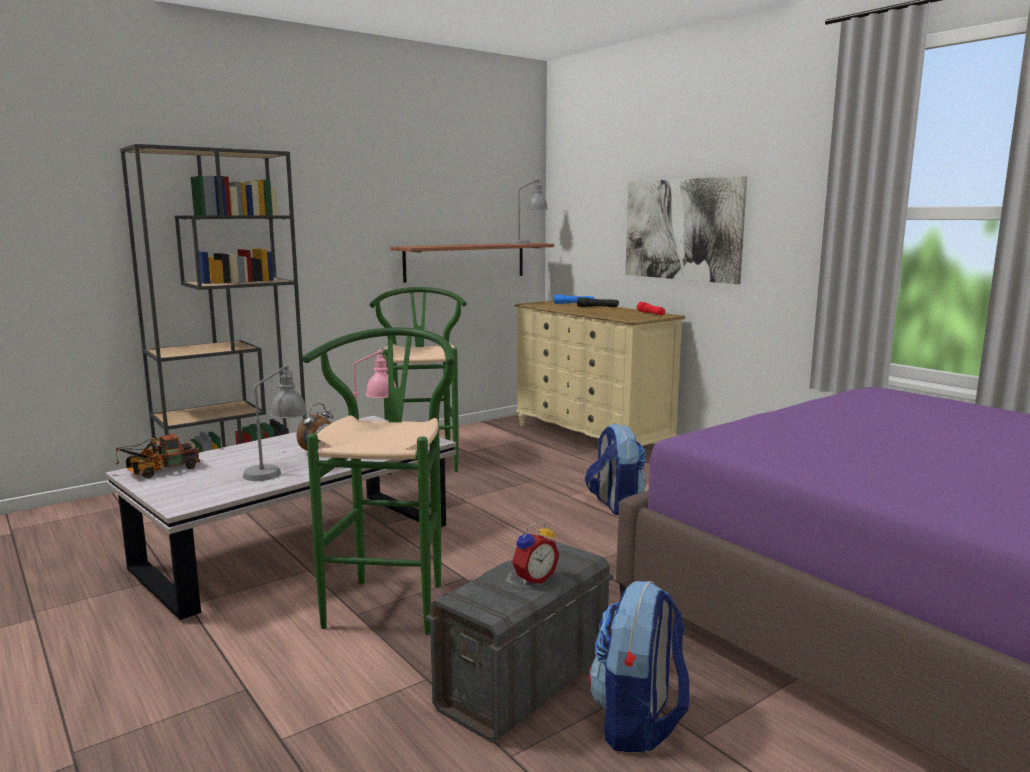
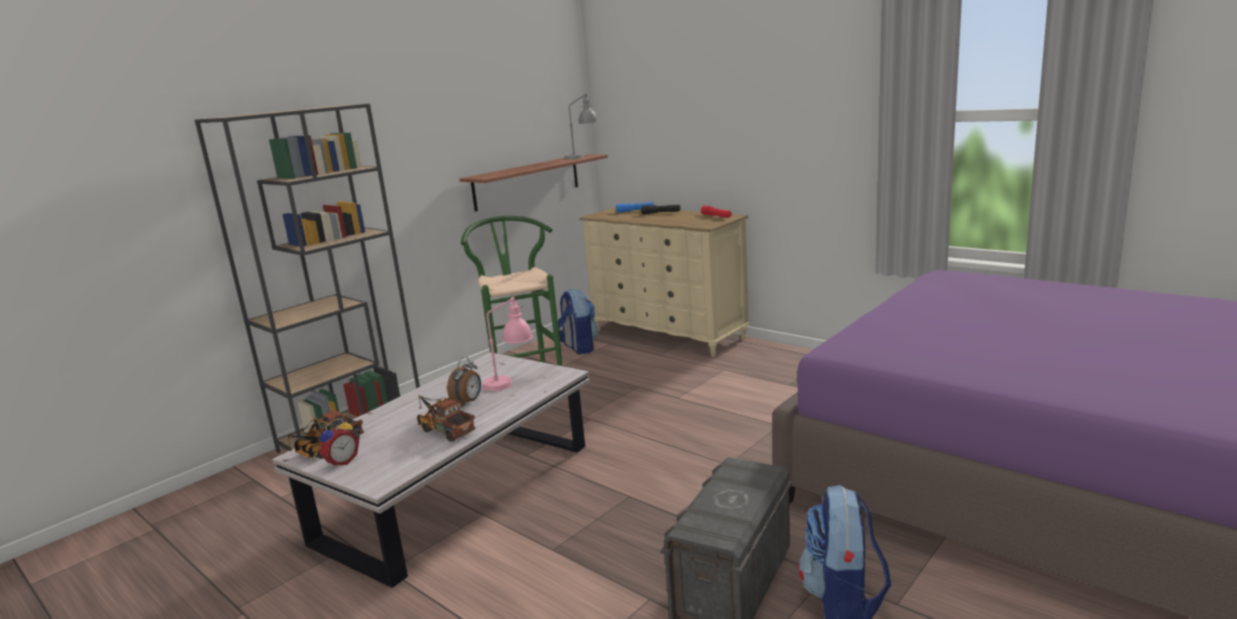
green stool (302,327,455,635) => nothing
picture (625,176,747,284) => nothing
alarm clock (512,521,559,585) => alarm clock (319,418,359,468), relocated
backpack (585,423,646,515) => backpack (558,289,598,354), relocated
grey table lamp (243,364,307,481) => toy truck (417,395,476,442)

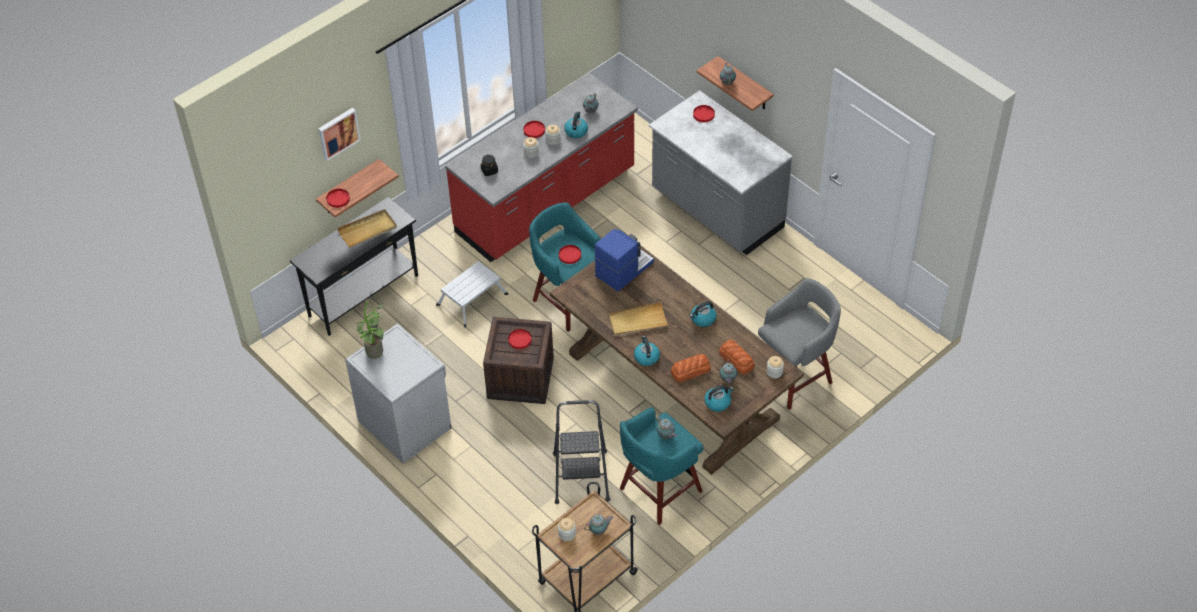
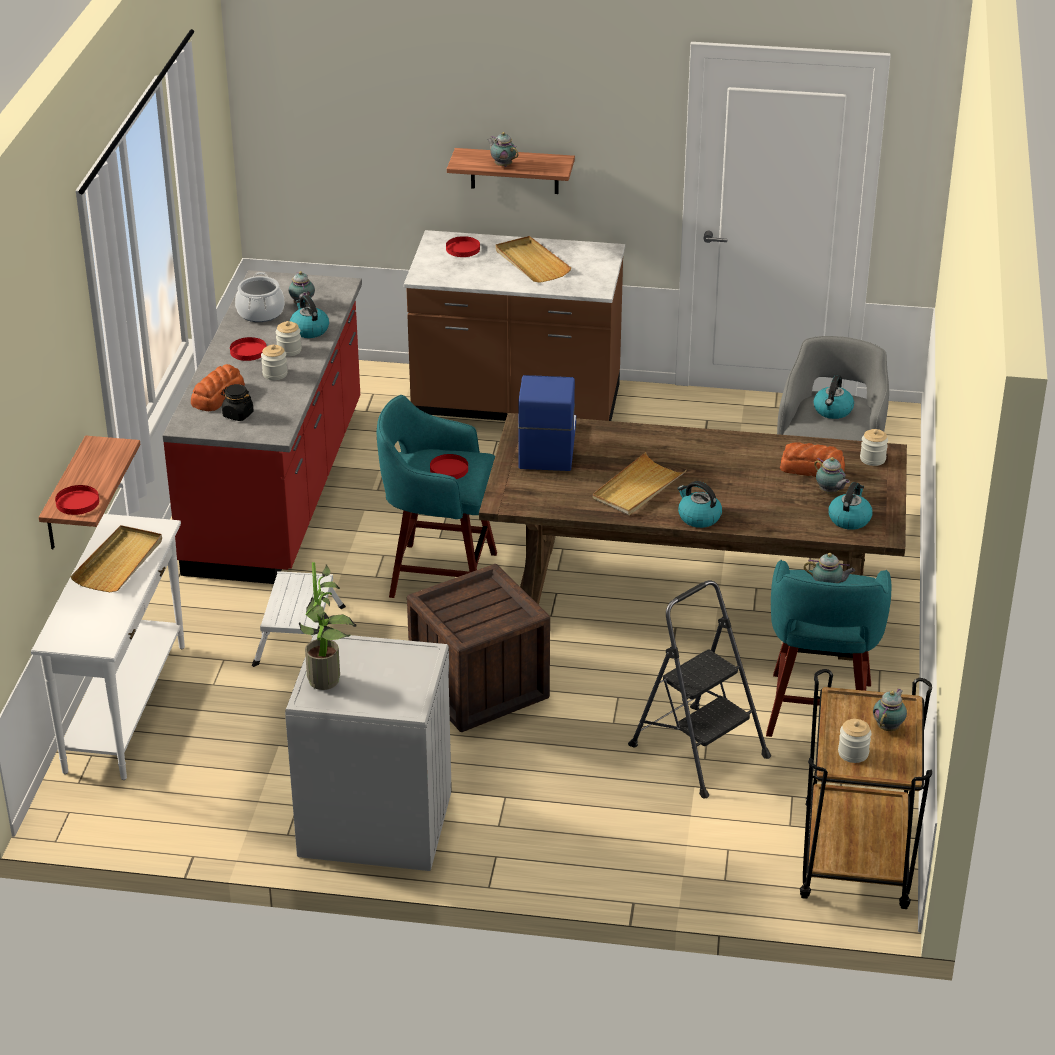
picture (318,108,361,161) => nothing
red plate (508,329,531,349) => nothing
nothing => cooking pot (235,272,284,322)
nothing => beige tray (495,236,571,283)
bread (671,354,711,382) => bread (191,364,245,411), relocated
kettle (689,301,717,327) => kettle (813,375,854,419), relocated
black console table (290,197,418,336) => white console table (31,514,185,780)
grey counter (649,90,793,255) => brown counter (404,230,625,421)

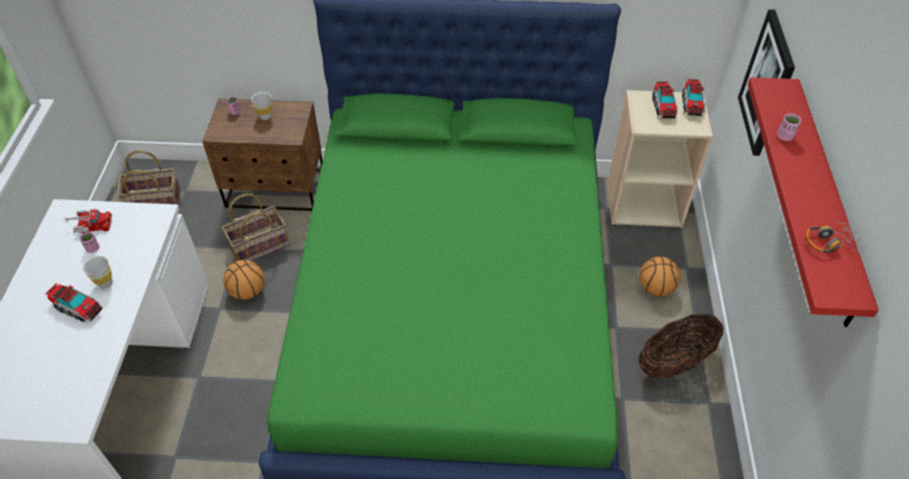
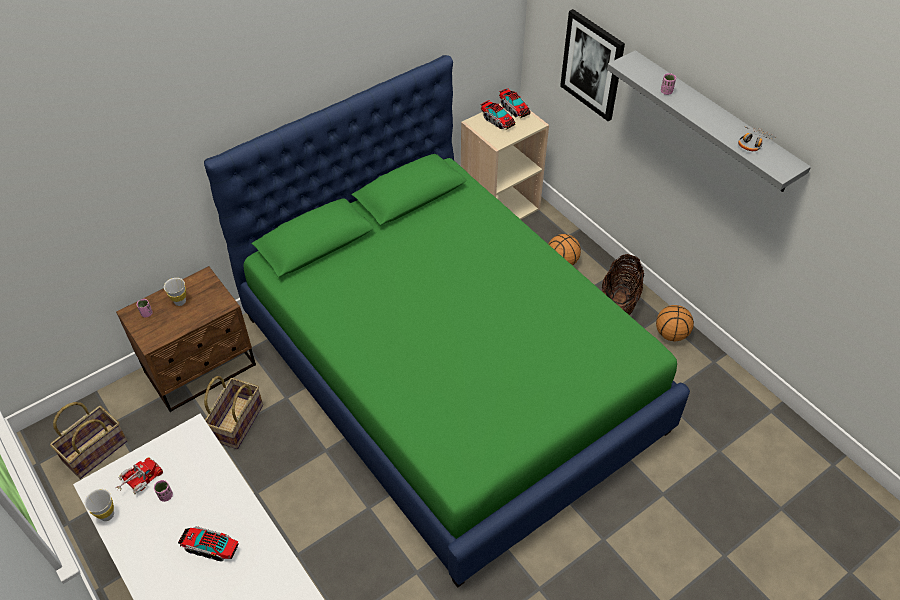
white cup (82,256,112,289) => white cup (84,489,114,521), relocated
basketball (223,260,264,300) => basketball (656,305,694,341), relocated
red shelf (748,77,879,327) => grey shelf (607,50,811,192)
toy truck (45,283,103,322) => toy truck (178,526,239,561), 150 degrees counterclockwise

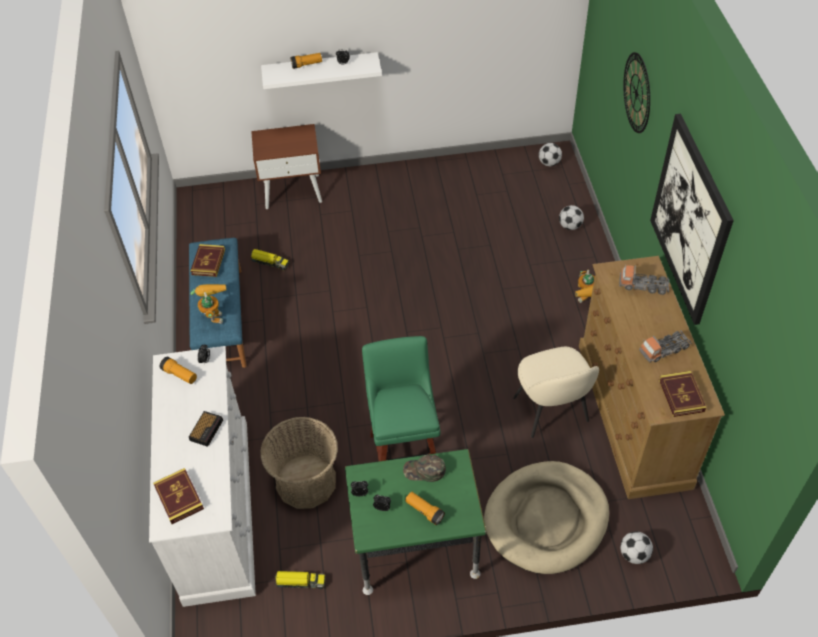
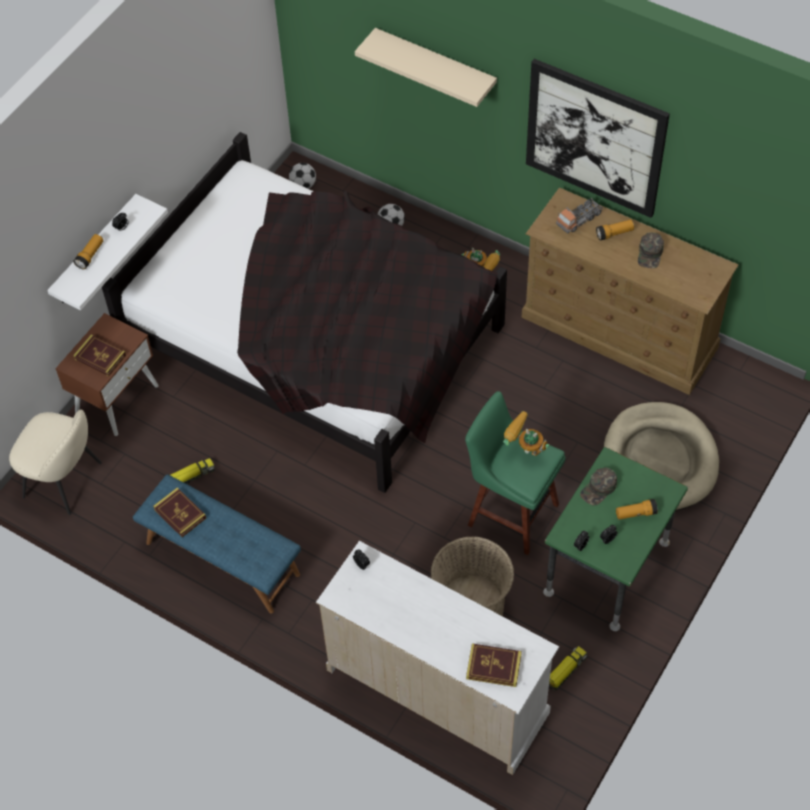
alarm clock (189,411,223,447) => nothing
football (620,531,653,564) => nothing
nothing => black bed (102,132,507,493)
flashlight (160,357,197,384) => flashlight (596,220,634,241), relocated
toy robot (190,284,227,324) => toy robot (503,411,549,456), relocated
beige chair (513,347,599,438) => beige chair (9,409,102,515), relocated
book (659,371,706,417) => book (73,335,126,377), relocated
wall clock (623,52,650,133) => beige shelf (355,28,497,107)
toy truck (639,330,692,363) => green cap (638,232,664,268)

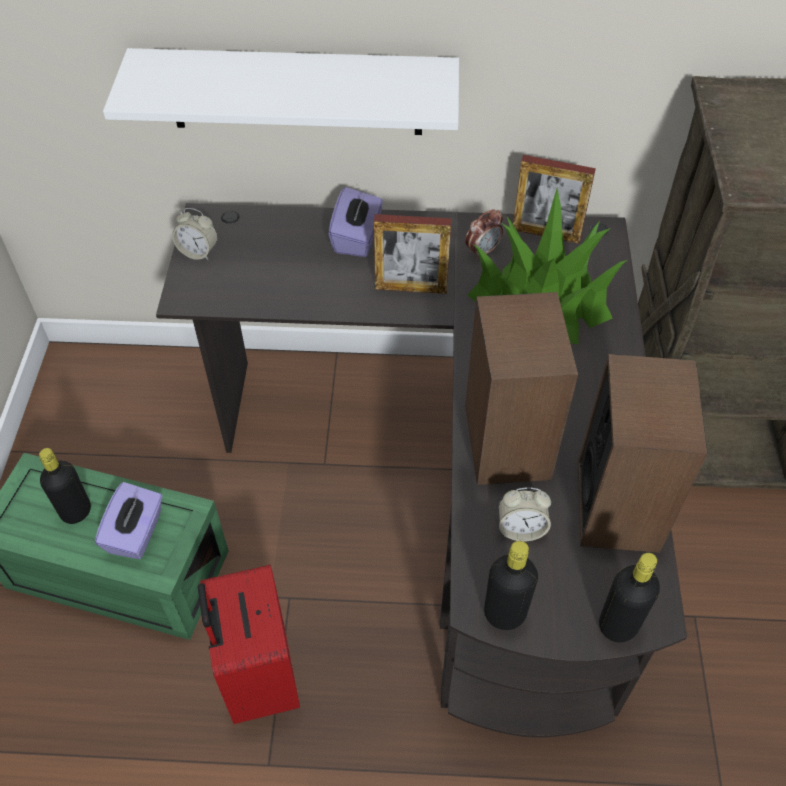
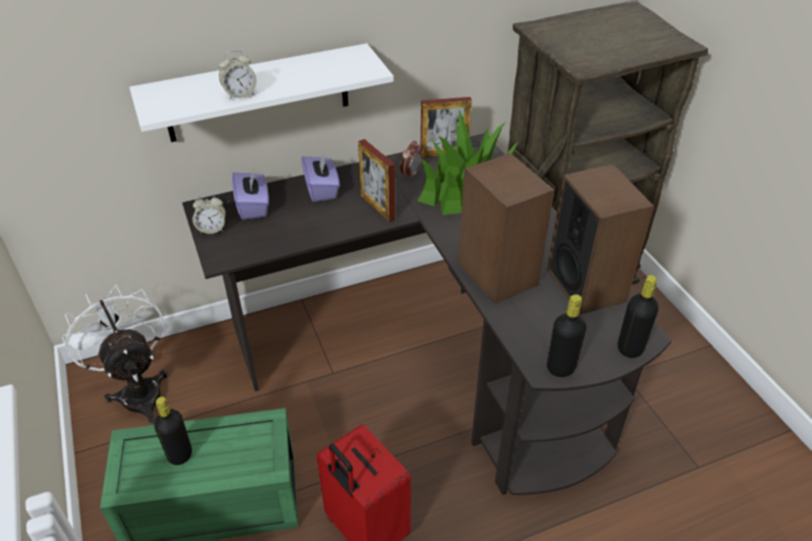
nothing => white fan (62,285,168,424)
purple tissue box (95,482,163,559) => purple tissue box (232,171,269,220), relocated
alarm clock (499,487,551,542) => alarm clock (219,50,257,99), relocated
picture frame (374,214,452,294) => picture frame (358,139,395,222), 75 degrees clockwise

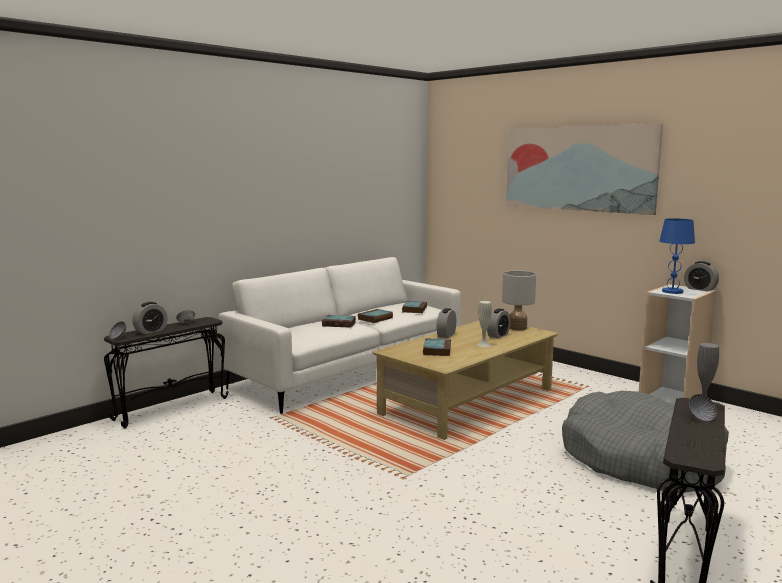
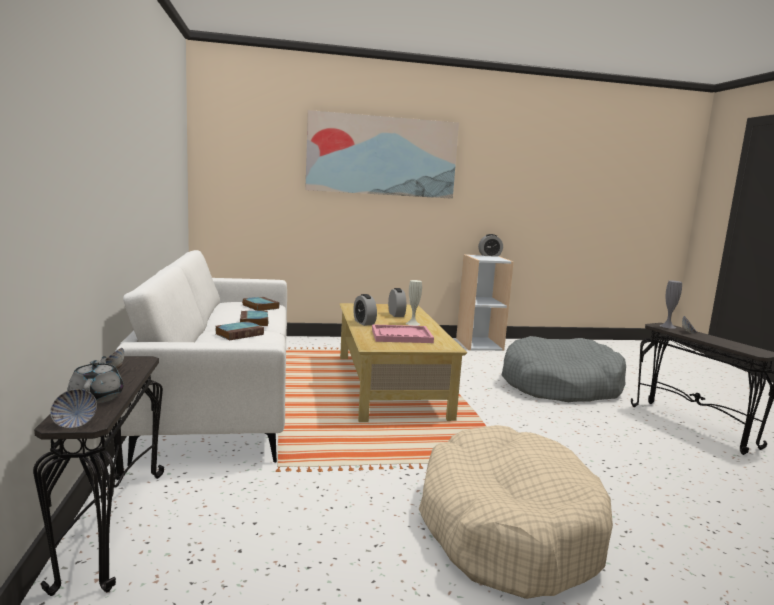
grey table lamp (502,270,536,330) => nothing
blue table lamp (659,218,695,294) => nothing
nothing => beige dog bed (419,425,613,599)
alarm clock (132,302,168,334) => grey teapot (68,356,123,404)
book (423,338,451,356) => pink tray (372,324,434,343)

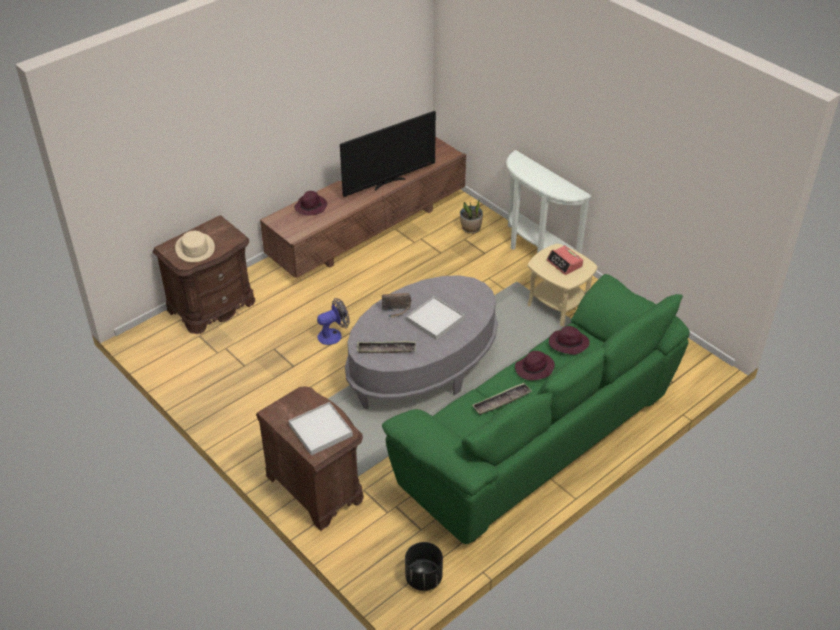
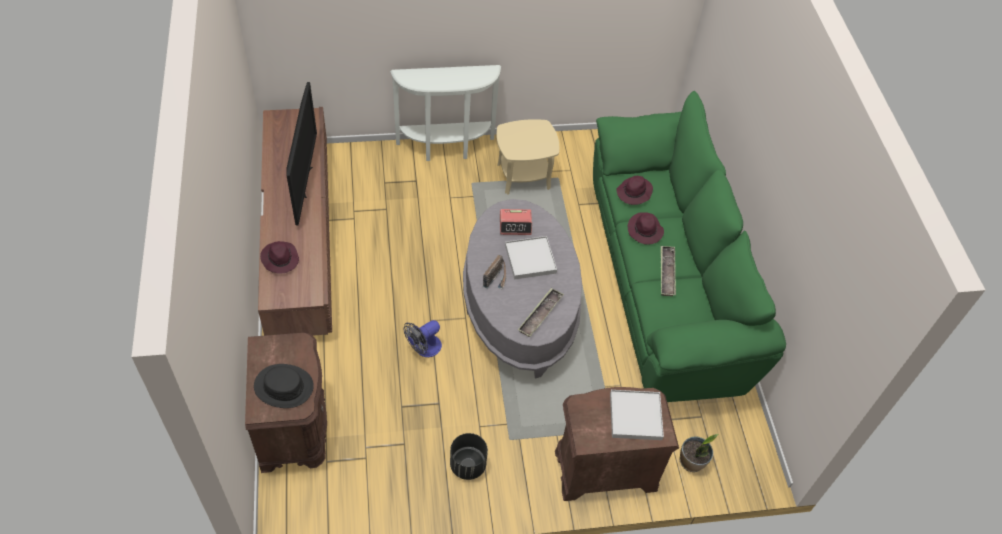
black planter (405,542,443,591) => black planter (450,433,488,480), relocated
potted plant (460,199,483,234) => potted plant (680,434,718,472), relocated
alarm clock (546,245,583,275) => alarm clock (500,209,532,235), relocated
beige hat (175,231,215,262) => black hat (254,364,314,408)
fan (317,298,350,345) => fan (404,320,442,357), 135 degrees counterclockwise

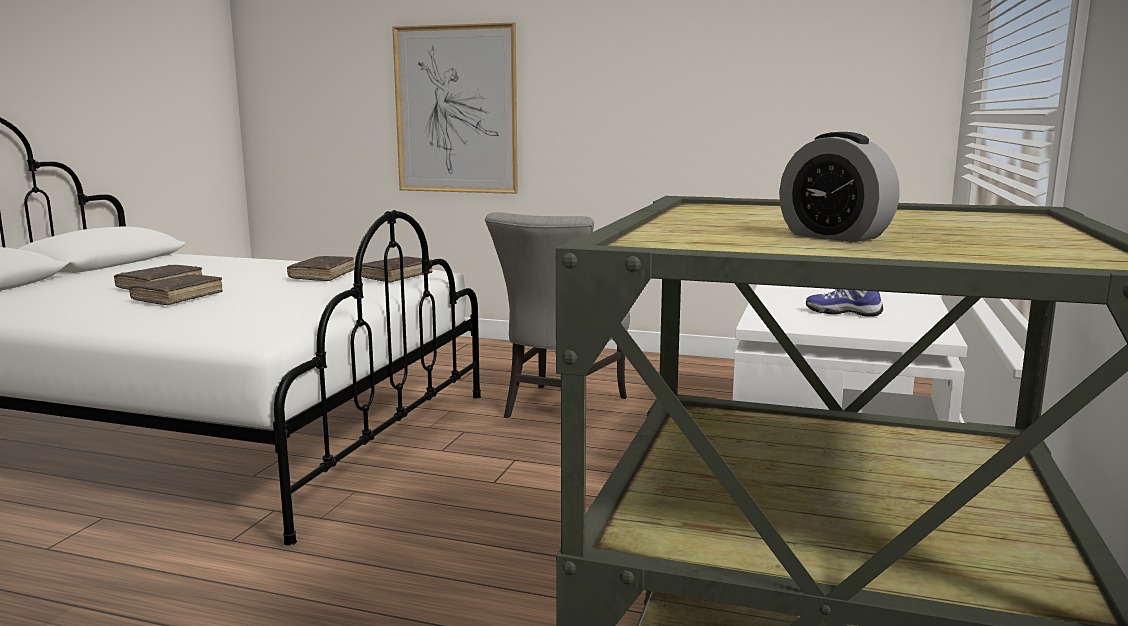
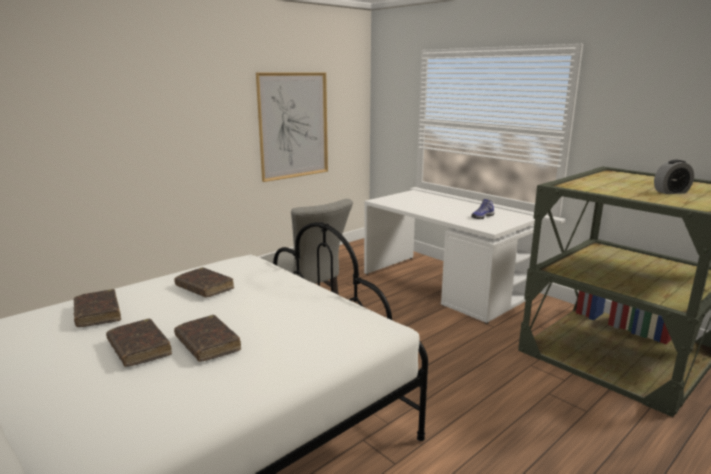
brown book (361,257,432,282) => brown book (74,289,121,327), relocated
picture (392,22,518,194) => picture (256,73,328,182), relocated

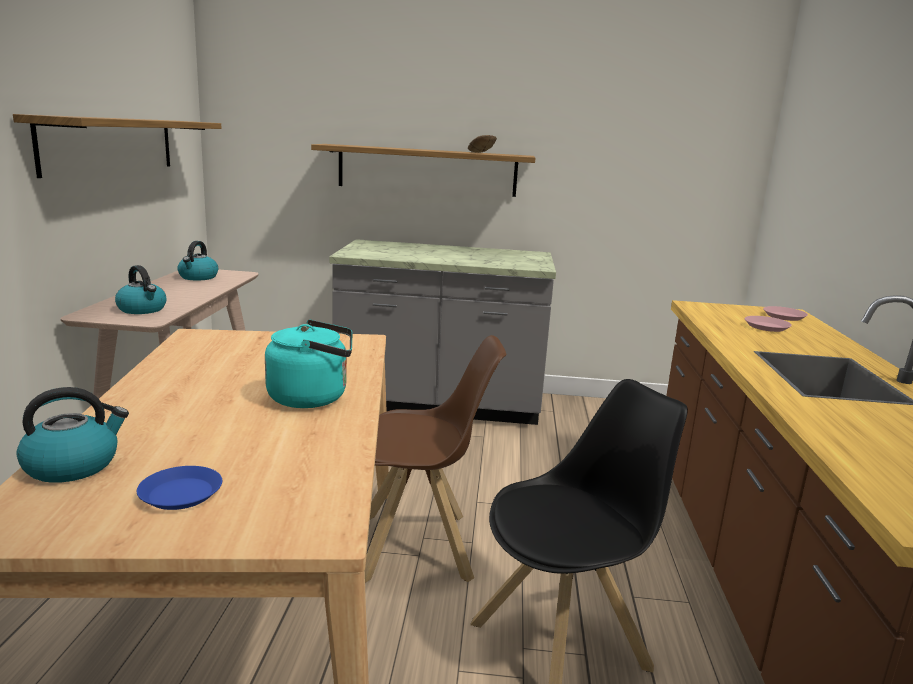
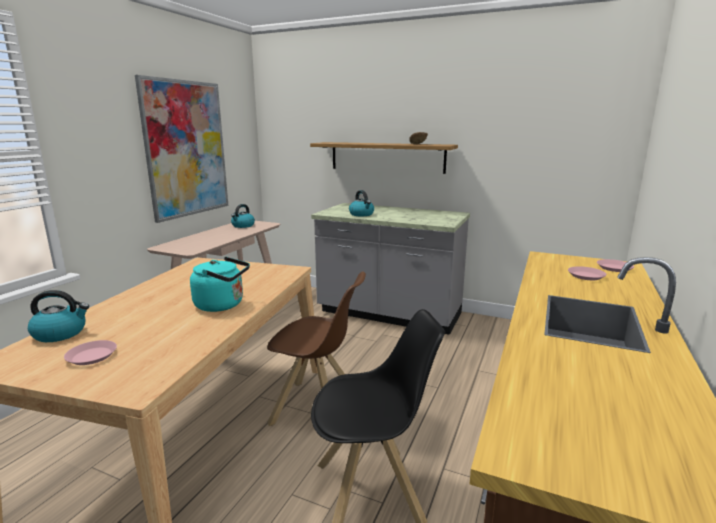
kettle (115,265,167,314) => kettle (349,190,374,216), relocated
shelf (13,114,222,178) => picture (135,75,228,223)
blue plate (137,466,222,510) => pink plate (64,340,117,365)

